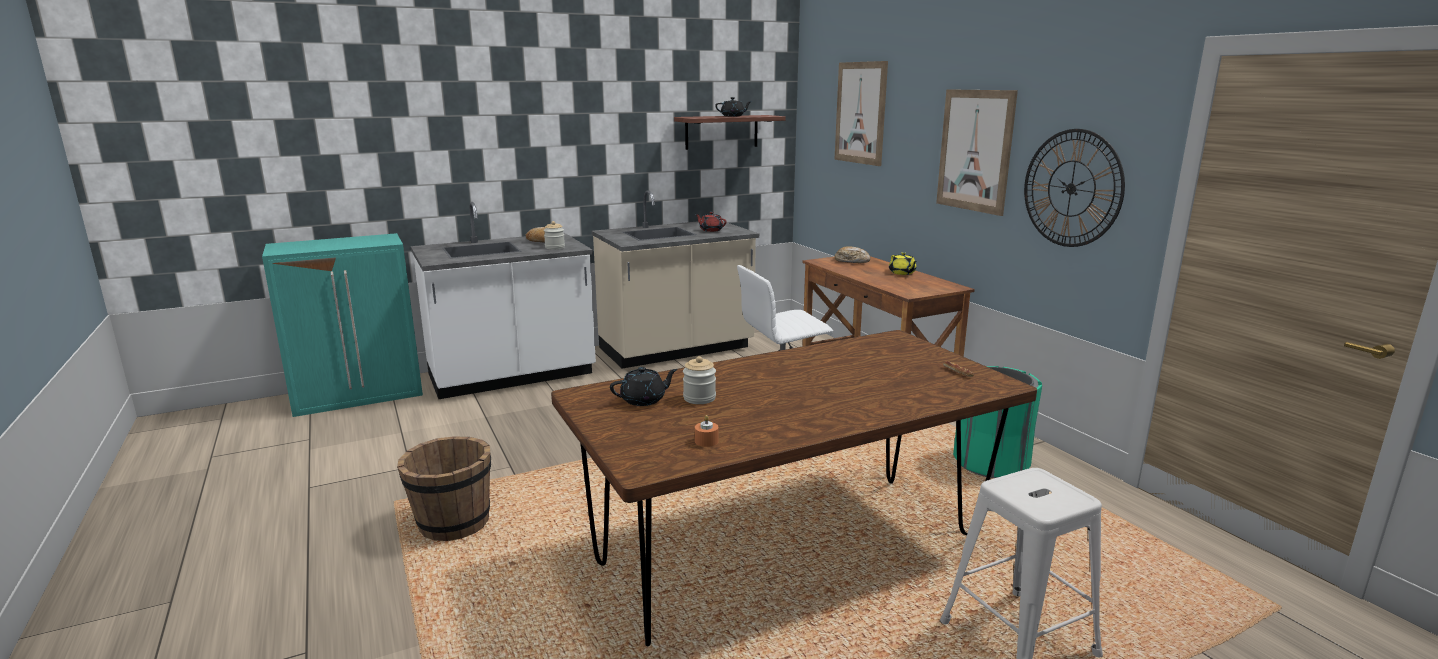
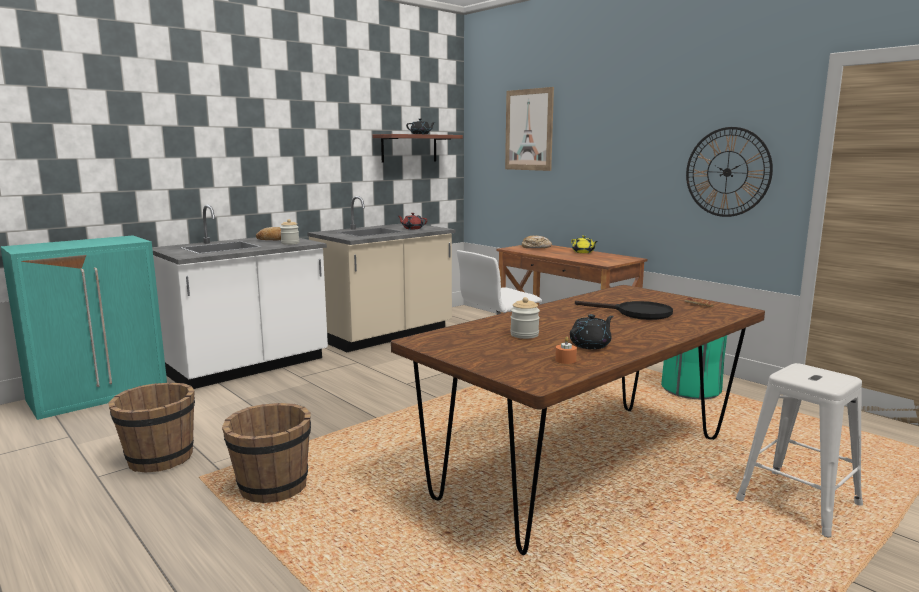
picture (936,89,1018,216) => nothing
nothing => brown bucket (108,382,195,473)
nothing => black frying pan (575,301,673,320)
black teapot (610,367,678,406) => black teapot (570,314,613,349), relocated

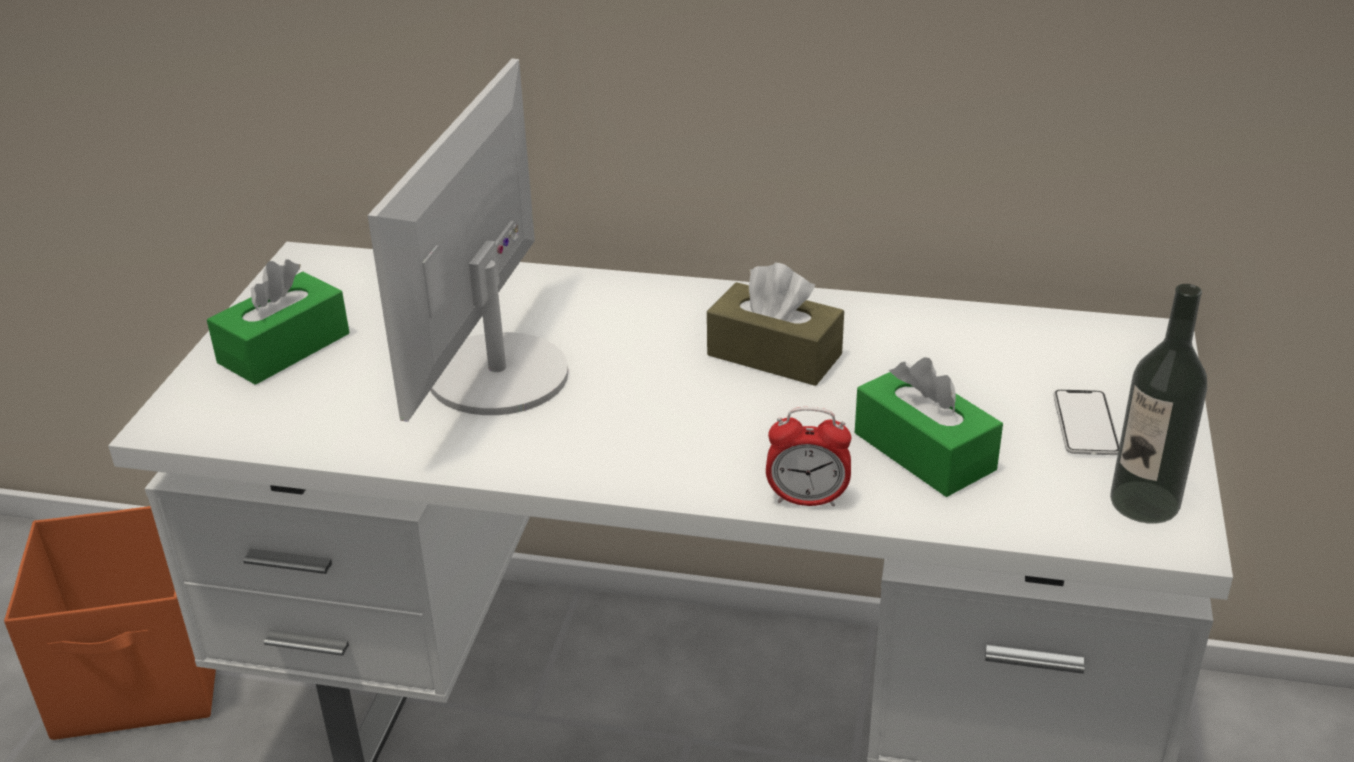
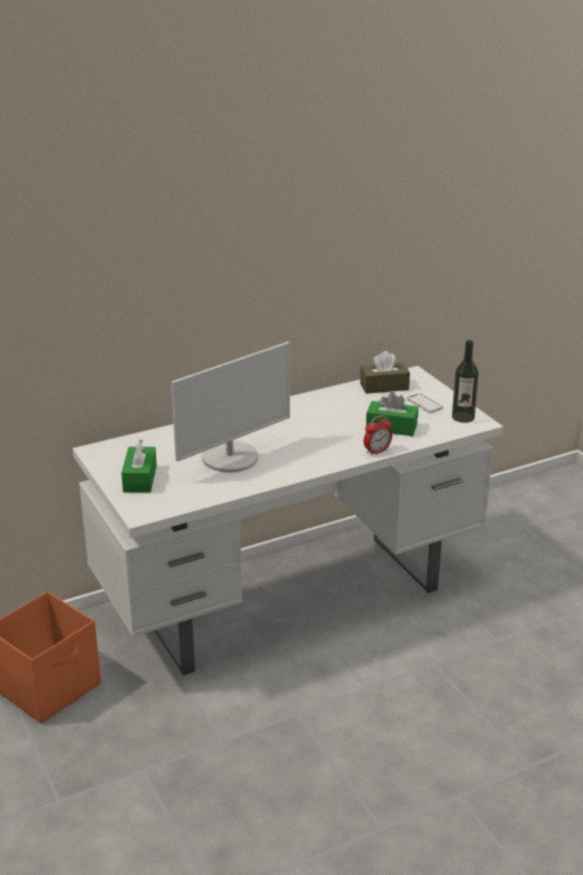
brown tissue box (707,263,844,386) => brown tissue box (360,351,410,394), relocated
monitor (368,59,568,422) => monitor (171,342,290,473), 105 degrees counterclockwise

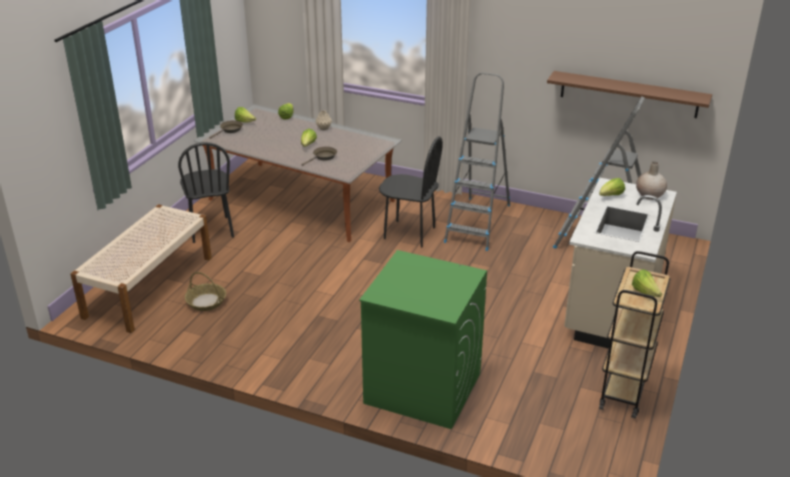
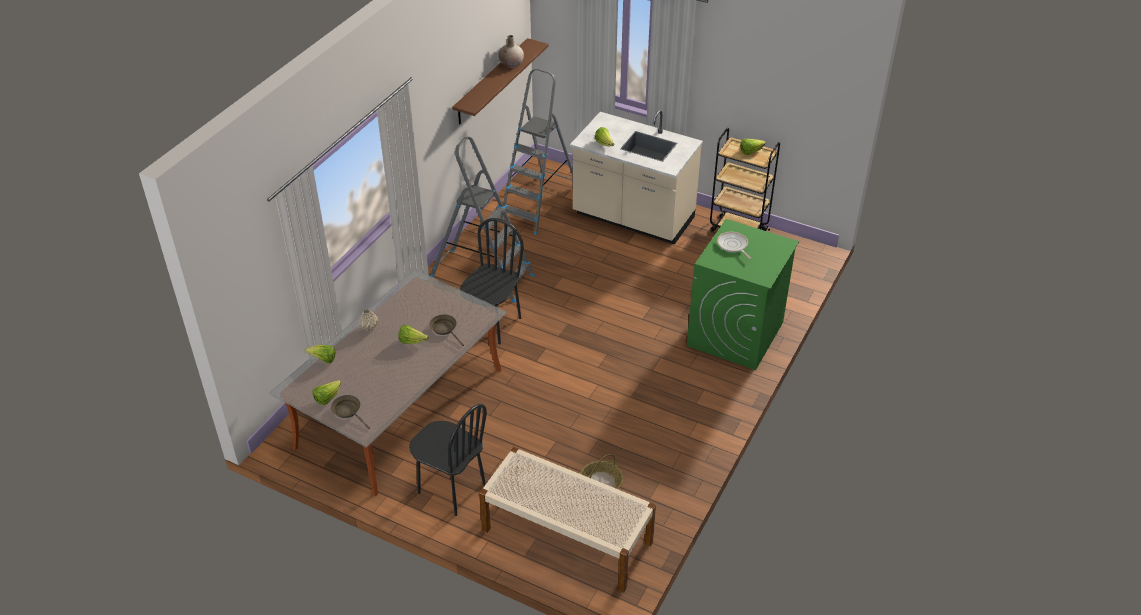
nothing => frying pan (717,232,751,259)
beige vase (636,162,667,200) => beige vase (498,35,524,68), relocated
black chair (178,142,234,243) => black chair (409,404,487,516), 45 degrees clockwise

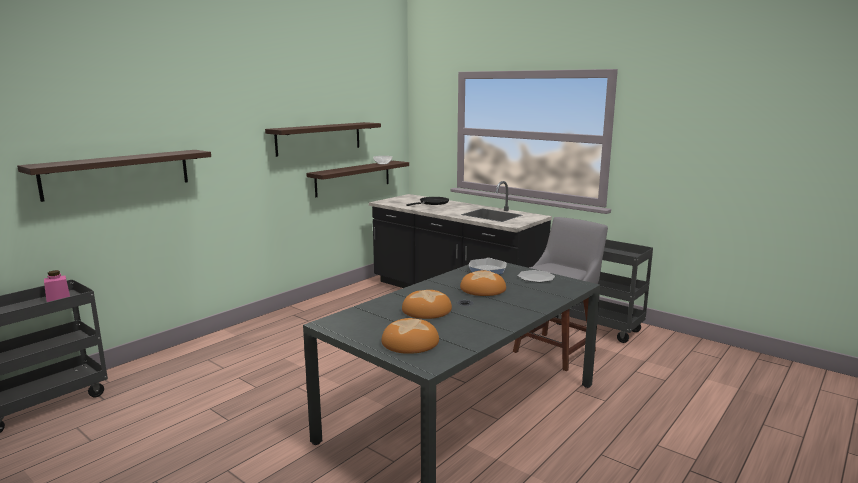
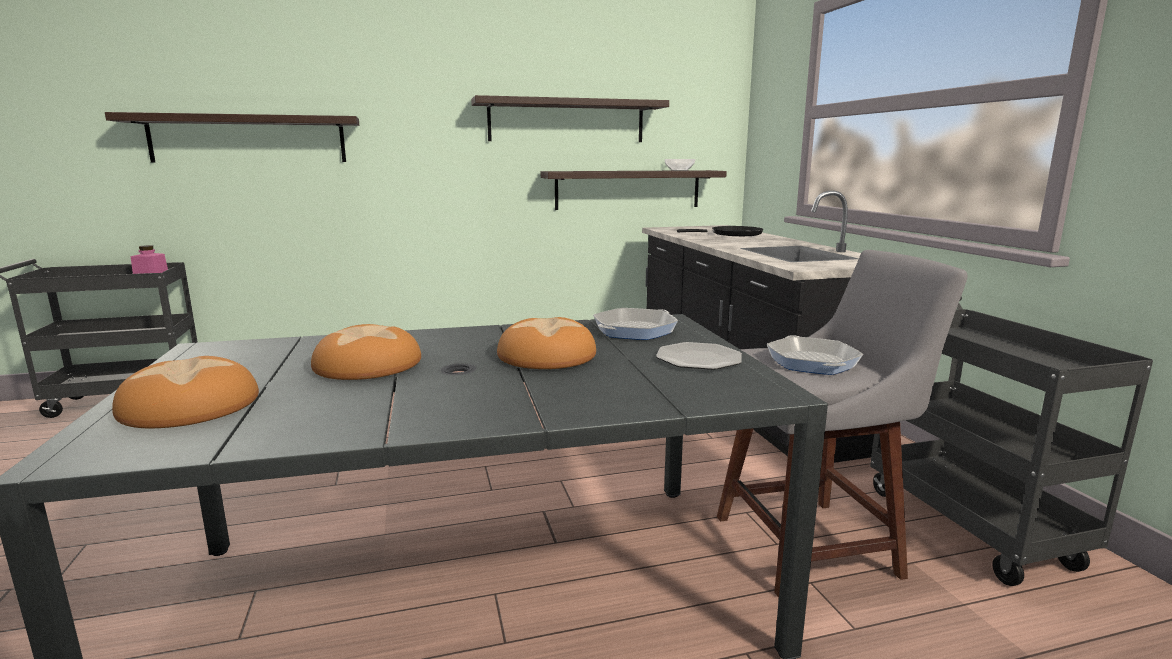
nothing => frying pan (767,335,863,375)

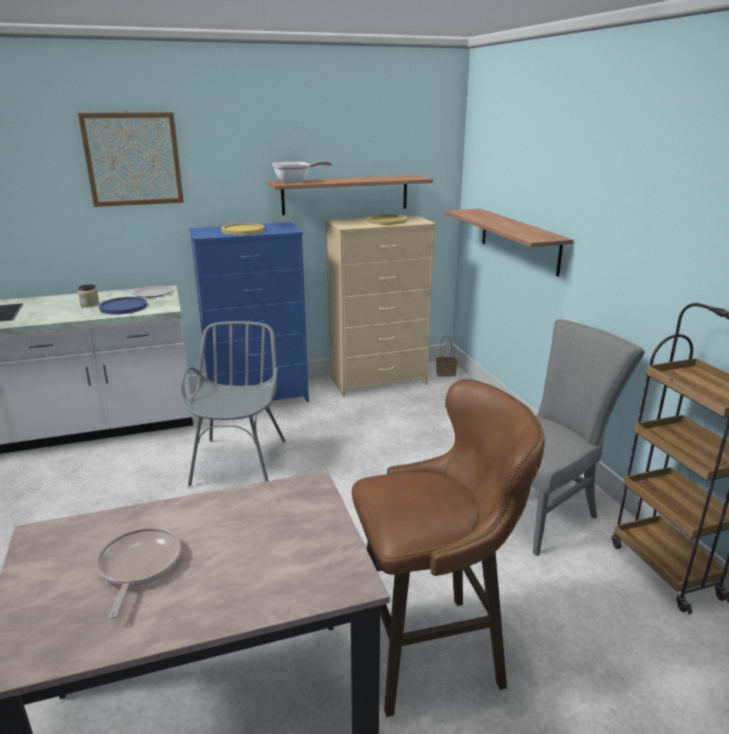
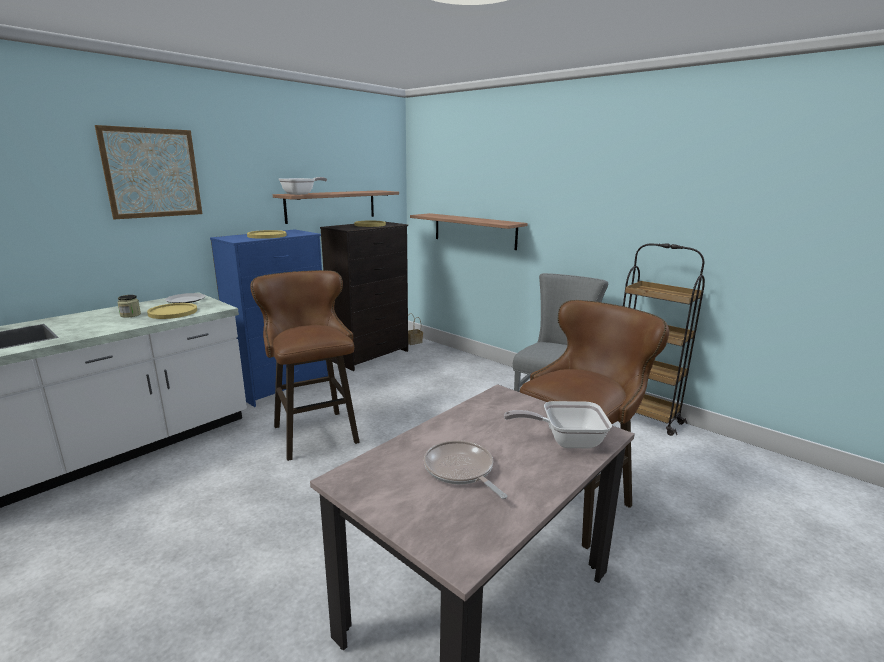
nothing => frying pan (504,401,612,448)
grey chair (181,321,286,488) => brown stool (250,270,360,461)
blue plate (99,297,147,315) => yellow plate (147,303,197,319)
beige dresser (326,215,436,397) => black dresser (320,222,408,371)

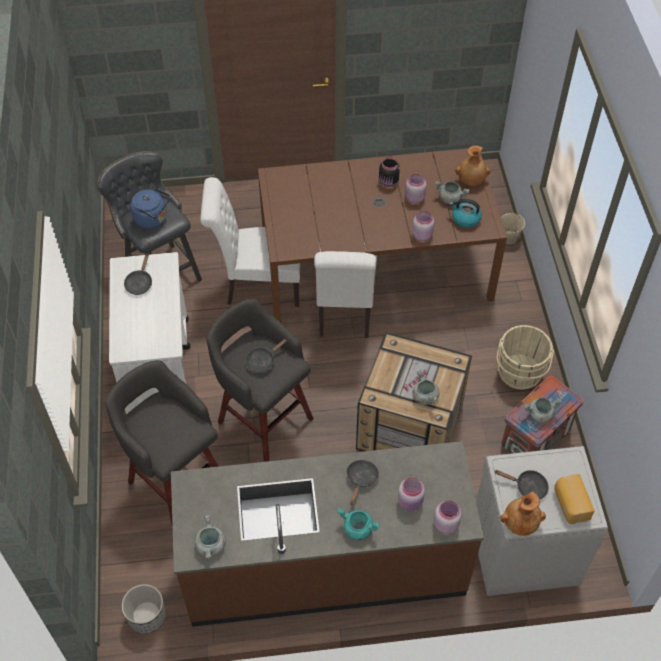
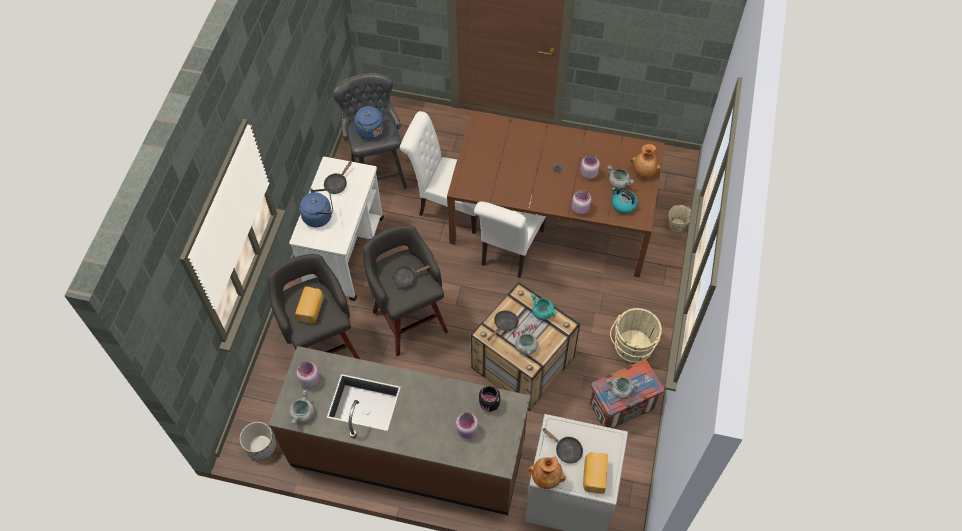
nothing => bread (295,287,324,324)
nothing => blue kettle (299,188,333,227)
turquoise cooking pot (337,508,380,540) => turquoise cooking pot (530,293,557,320), relocated
black frying pan (347,460,379,505) => black frying pan (487,310,519,341), relocated
black jar (379,157,400,187) => black jar (479,386,500,412), relocated
pink jar (434,500,462,534) => pink jar (297,362,320,388), relocated

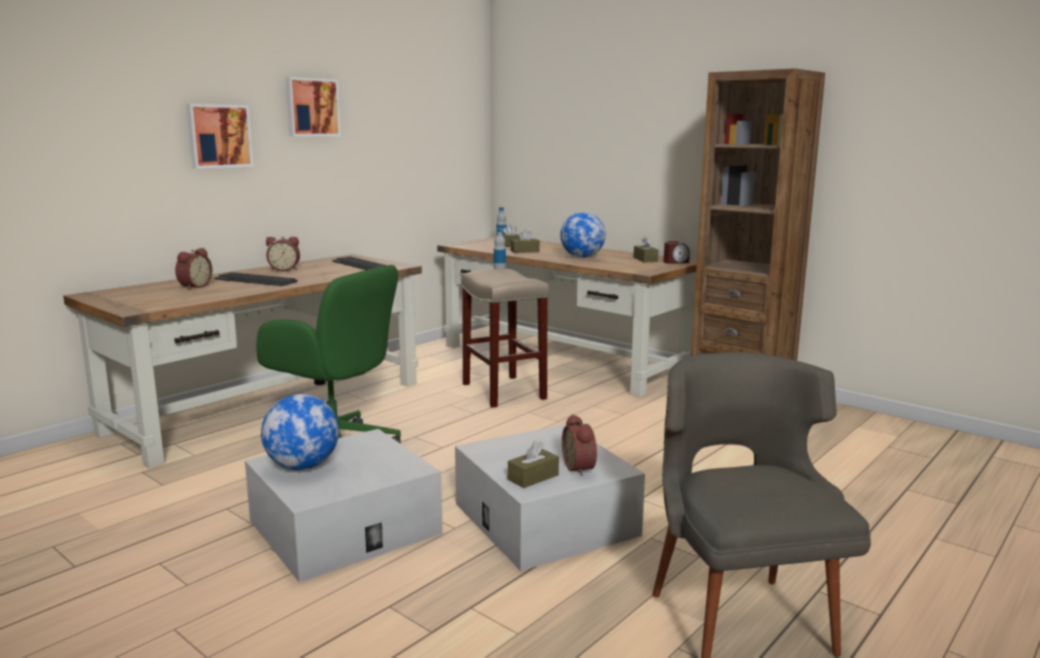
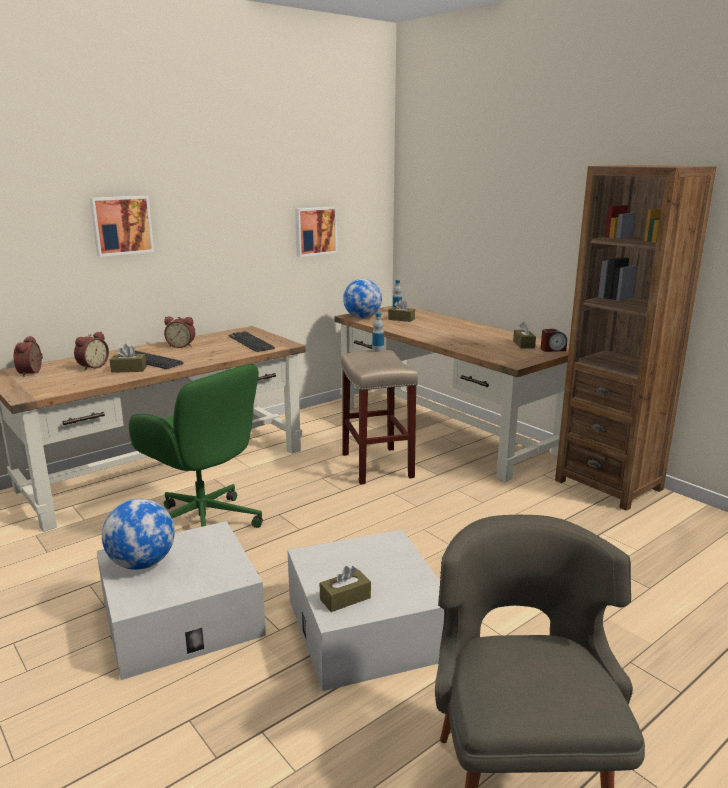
picture (286,77,341,137) => picture (295,207,337,257), relocated
brown tissue box (511,229,540,253) => brown tissue box (110,344,147,373), relocated
globe (560,212,606,258) => globe (343,279,382,318), relocated
alarm clock (562,414,597,476) => alarm clock (14,336,43,377), relocated

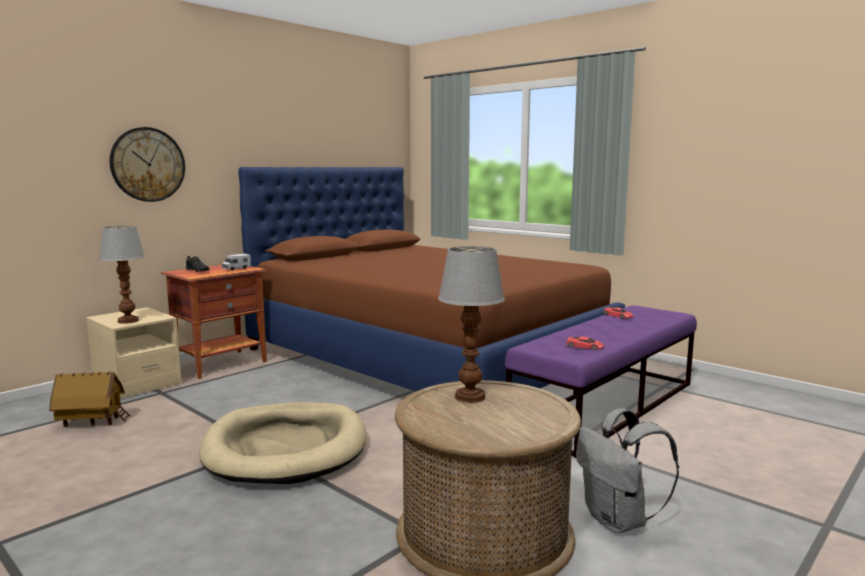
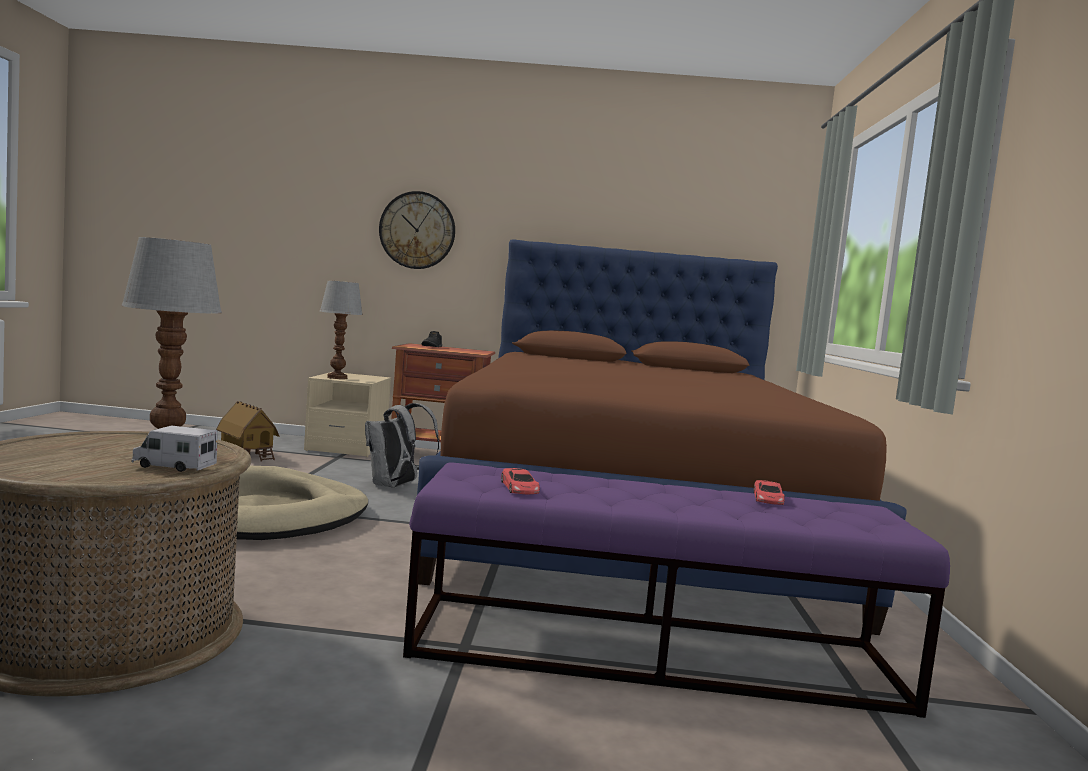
toy truck (222,254,251,271) => toy truck (131,426,218,472), relocated
grey backpack (576,408,679,534) => grey backpack (365,403,439,488), relocated

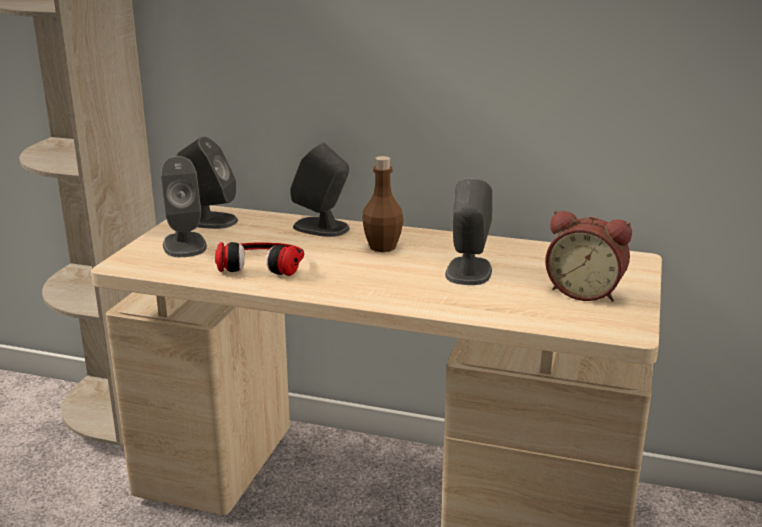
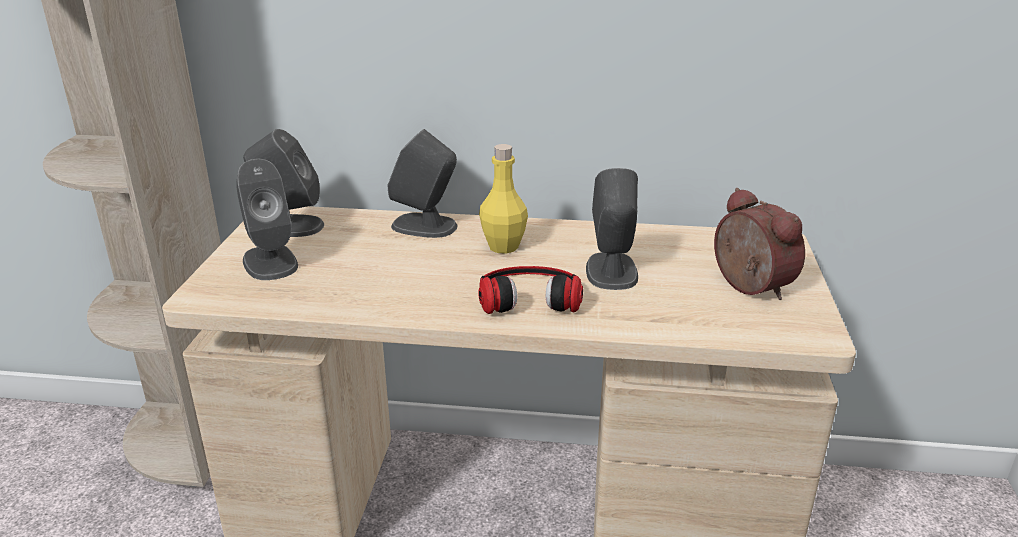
headphones (215,242,304,276) => headphones (478,266,583,314), relocated
brown bottle (362,156,403,252) => yellow bottle (479,144,528,254)
alarm clock (545,210,632,302) => alarm clock (714,188,805,300), 135 degrees counterclockwise

